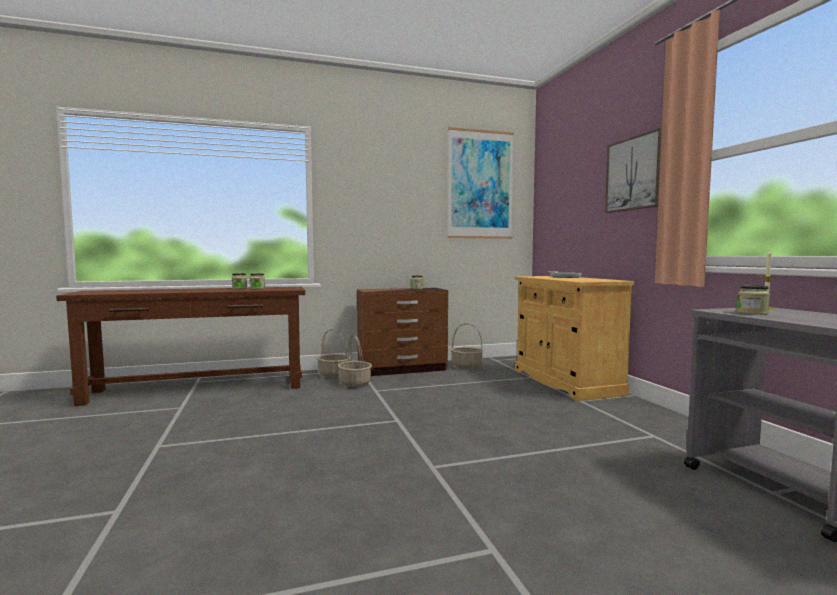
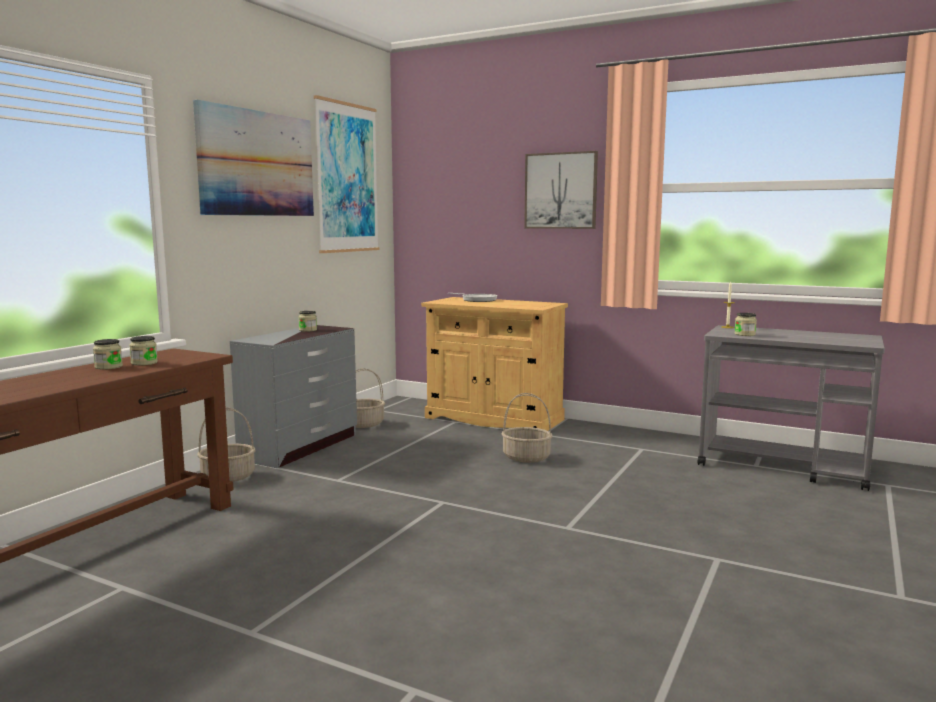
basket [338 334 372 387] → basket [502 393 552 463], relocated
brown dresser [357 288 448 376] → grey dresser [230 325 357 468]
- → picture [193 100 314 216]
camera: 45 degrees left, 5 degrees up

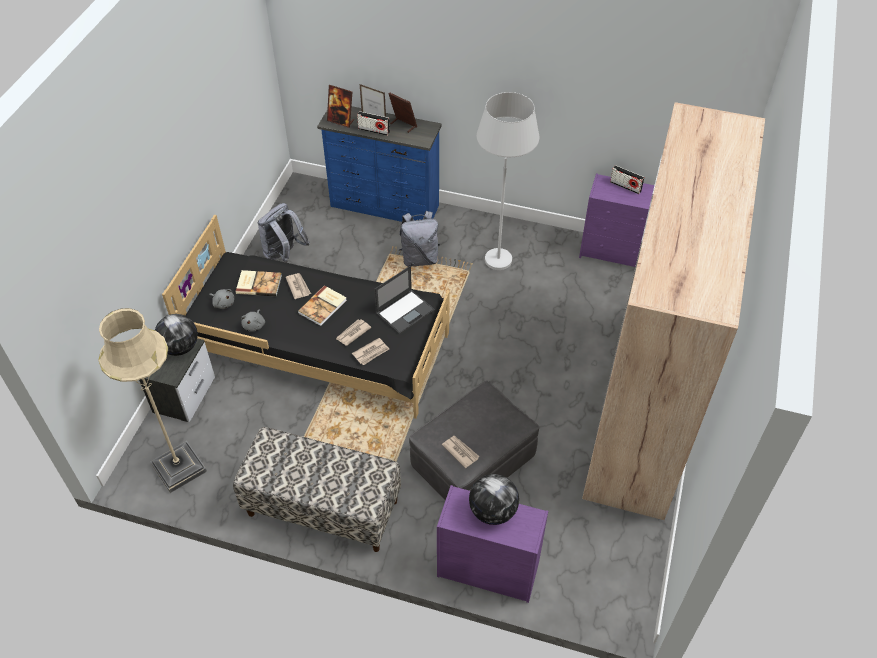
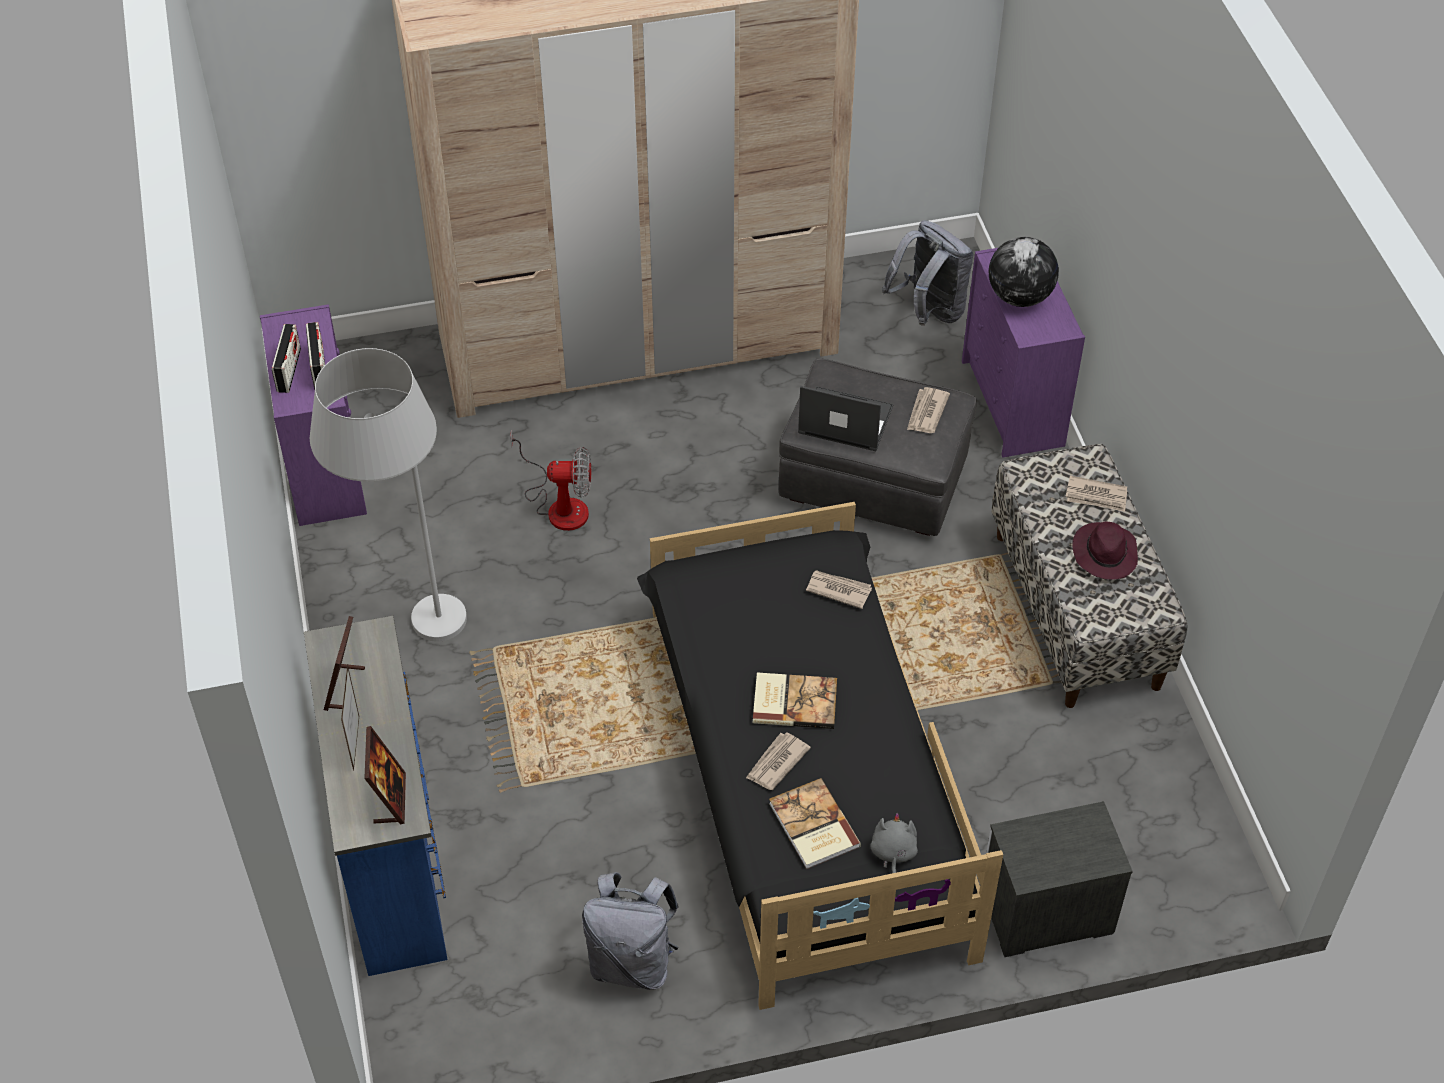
beige floor lamp [98 308 207 493] → -
globe [155 314 198 356] → -
grey plush toy [241 309 265 332] → -
newspaper [336 319 371 346] → newspaper [1065 476 1127 512], relocated
radio [357 111 390 136] → radio [306 322 325 389], relocated
laptop [374 266 435 334] → laptop [798 386 893 451], relocated
grey backpack [399 211 440 267] → grey backpack [882 220 974 326], relocated
- → fan [510 430 591 531]
- → purple hat [1072 521 1138 580]
camera: 120 degrees left, 0 degrees up

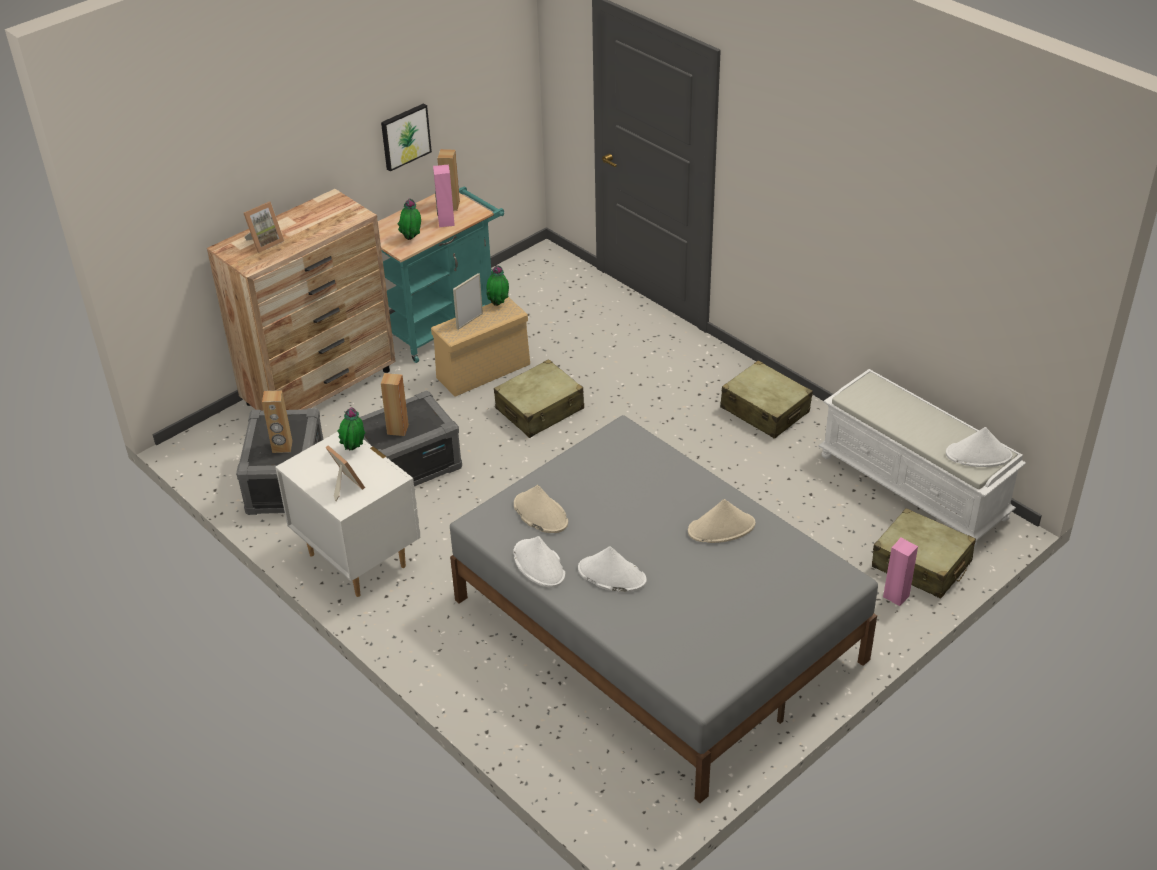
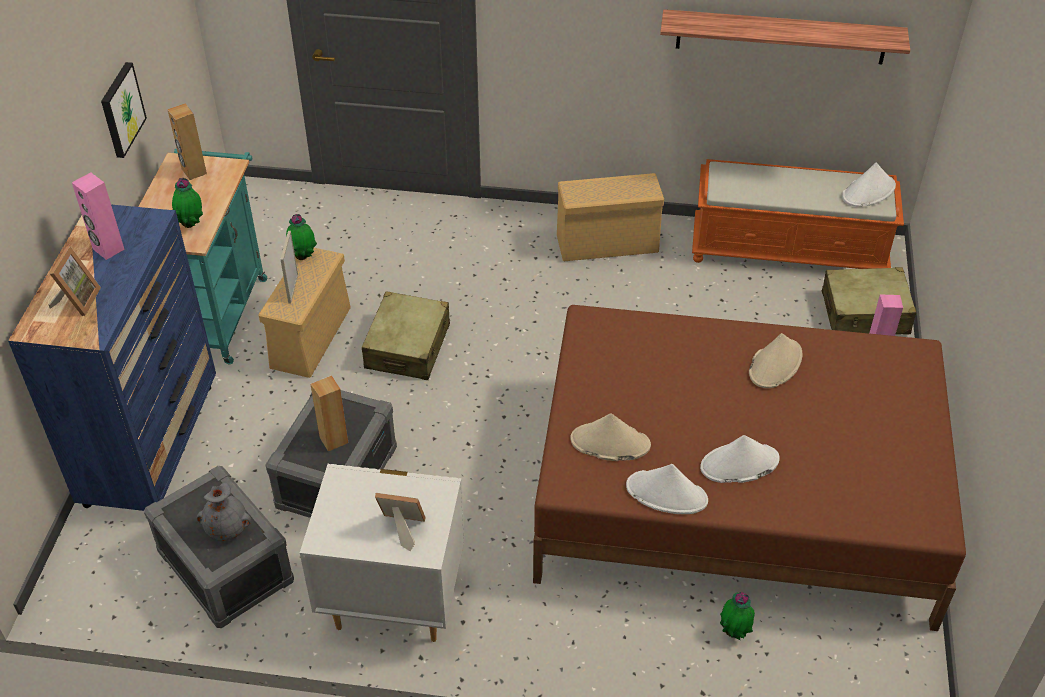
brown dresser [207 189 396 411] → blue dresser [8 204 216 511]
brown speaker [262 390 293 453] → grey vase [197 482 251 541]
potted plant [337 408 366 450] → potted plant [720 592 755 641], relocated
pink speaker [433 165 455 227] → pink speaker [72 172 125 260], relocated
grey bed [450 415 878 803] → brown bed [533 305 966 631]
beige suitcase [720 360 813 439] → beige storage box [557 173 664 261]
white bench [818 369 1026 548] → orange bench [692 159 904 269]
- → shelf [660 9 910 64]
camera: 40 degrees left, 5 degrees up

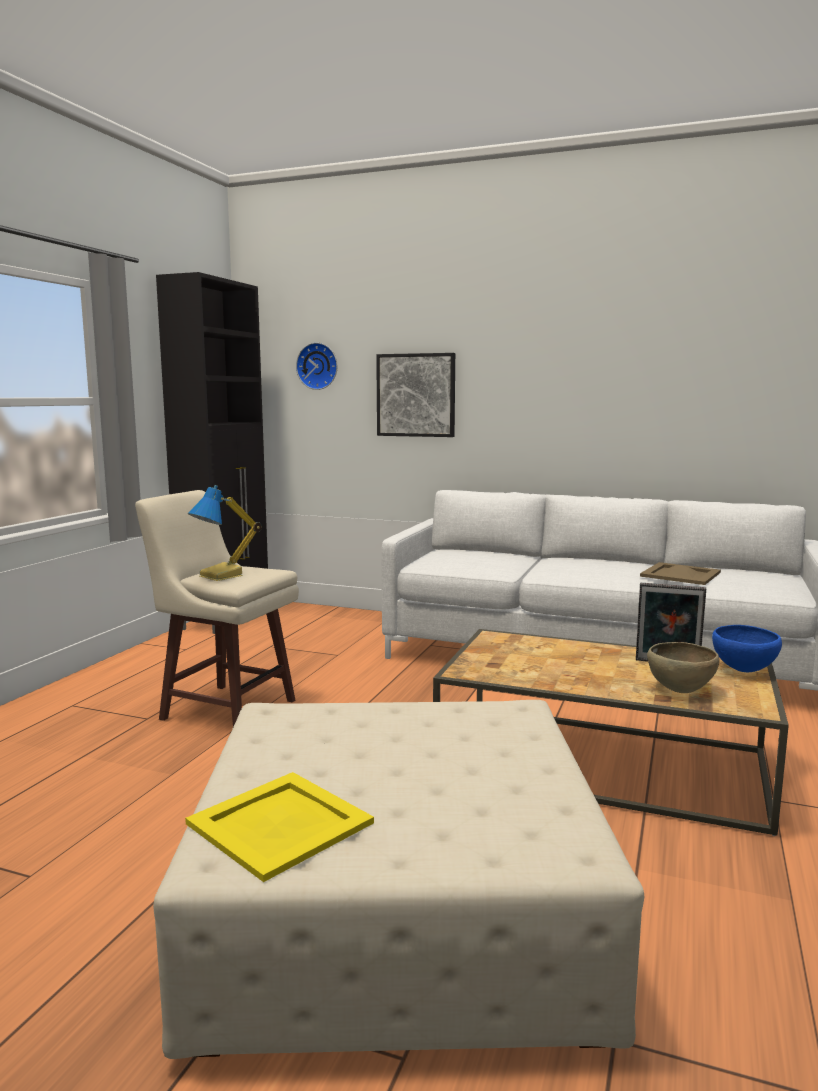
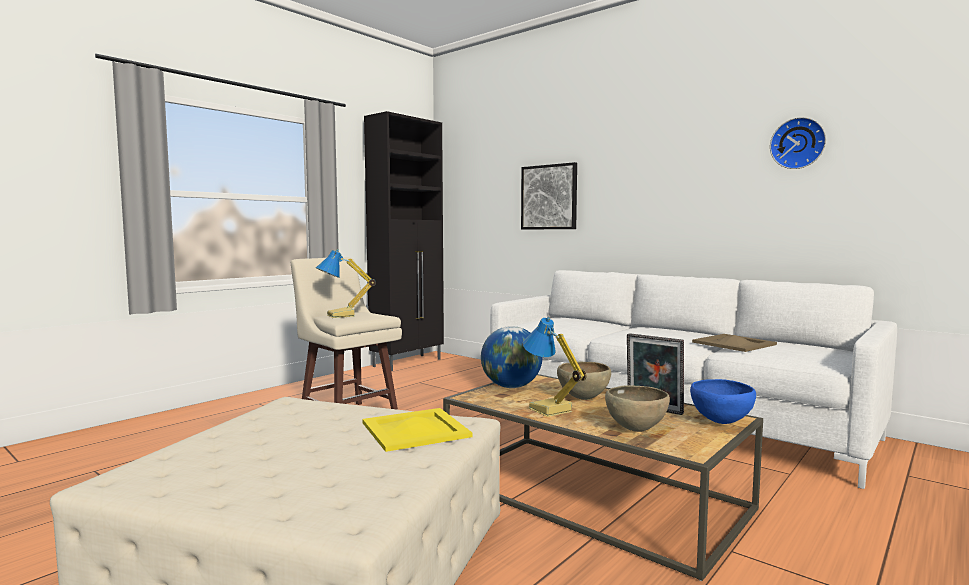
yellow tray [185 772 374 882] → yellow tray [362 408 473 452], relocated
wall clock [296 342 337 390] → wall clock [770 117 826 169], relocated
- → globe [481 326 543 388]
- → table lamp [523 317 587 417]
- → brown bowl [557 362 611 400]
camera: 20 degrees right, 5 degrees down

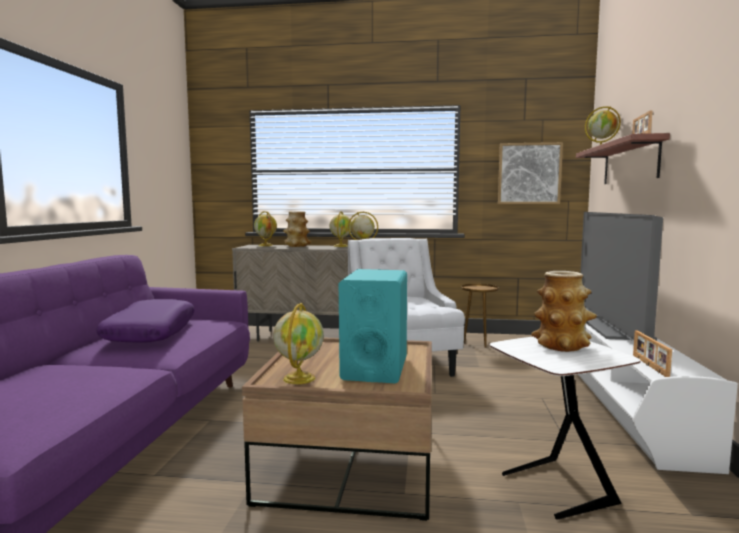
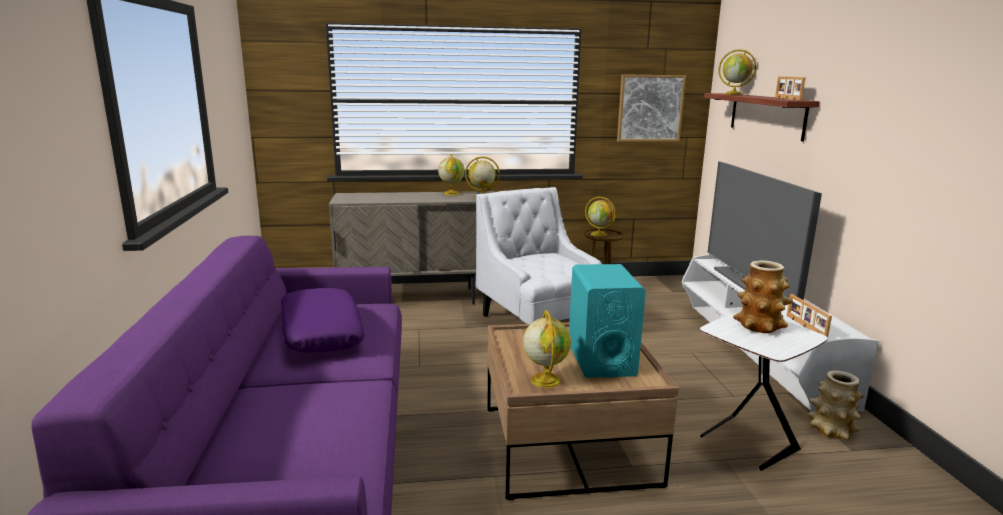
globe [254 211 277 246] → globe [585 197 616 237], relocated
vase [283 211 311 247] → vase [808 370 864 440], relocated
camera: 15 degrees left, 10 degrees up

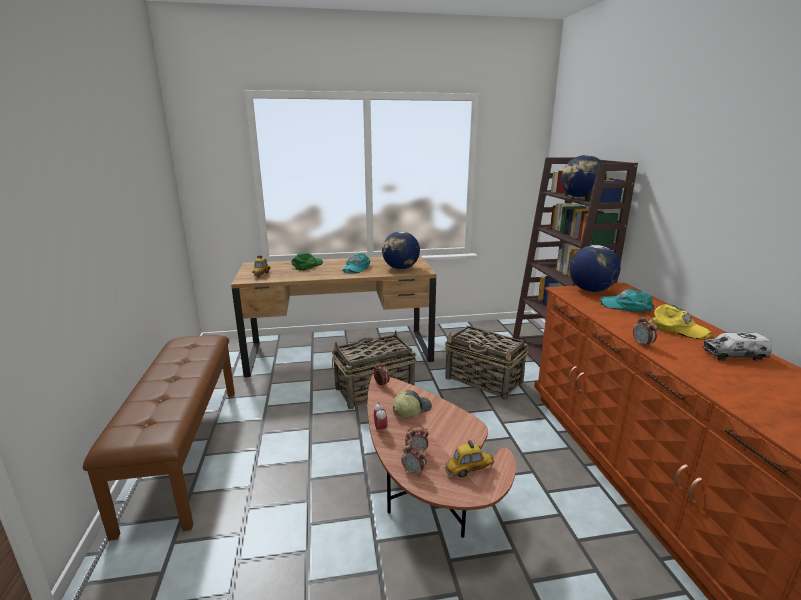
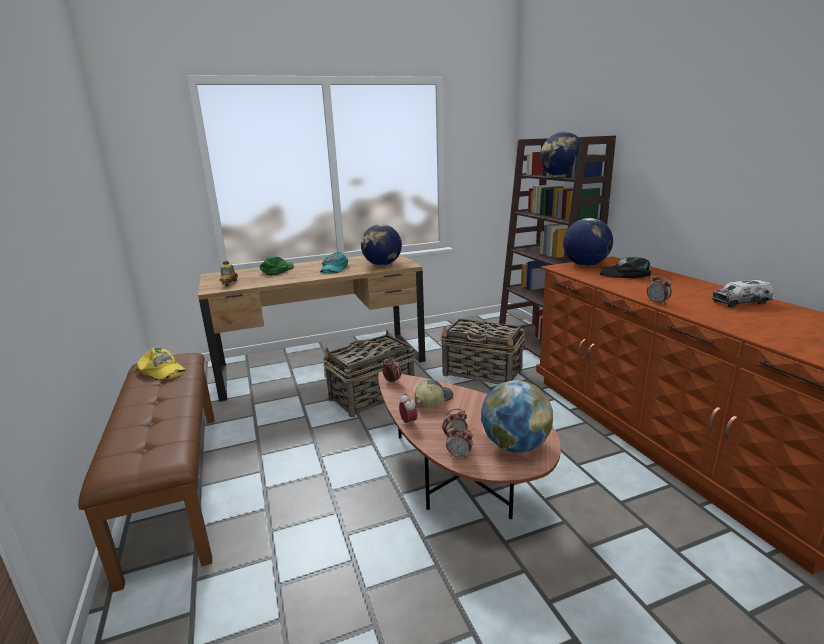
toy car [444 440 494 478] → globe [481 380 553 453]
turquoise cap [600 289 654 312] → black cap [600 257 651 278]
yellow cap [648 304 711 339] → yellow cap [133 348 185 380], relocated
camera: 10 degrees left, 0 degrees up

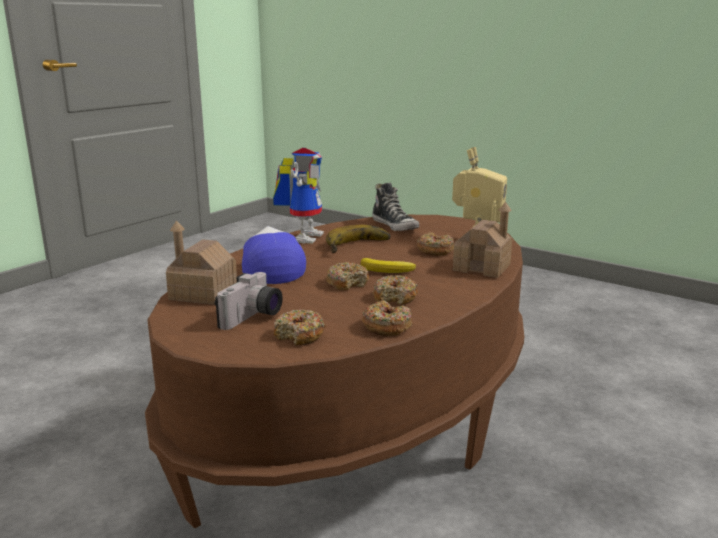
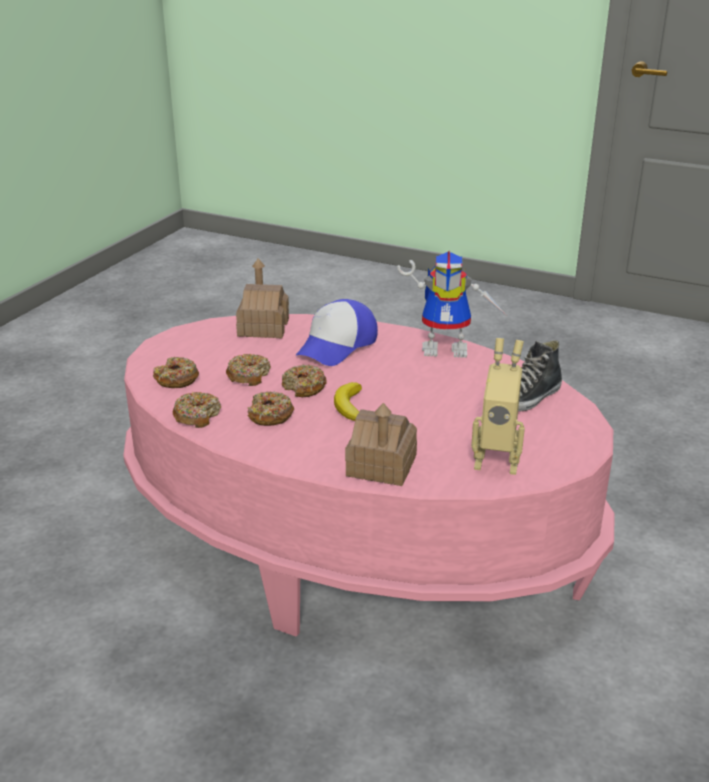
brown coffee table [145 215 524 528] → pink coffee table [123 314 615 637]
photo camera [215 272 283 330] → -
cap [242 226 306 284] → cap [295 299 378 366], 150 degrees clockwise
banana [326 225 391 253] → -
donut [417 232 454 256] → donut [226 354 271 386], relocated
camera: 80 degrees right, 10 degrees up

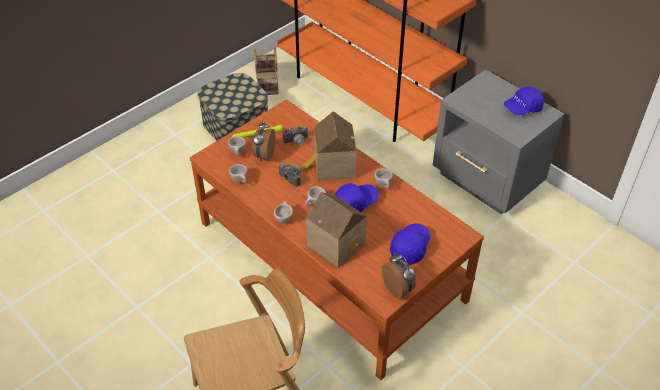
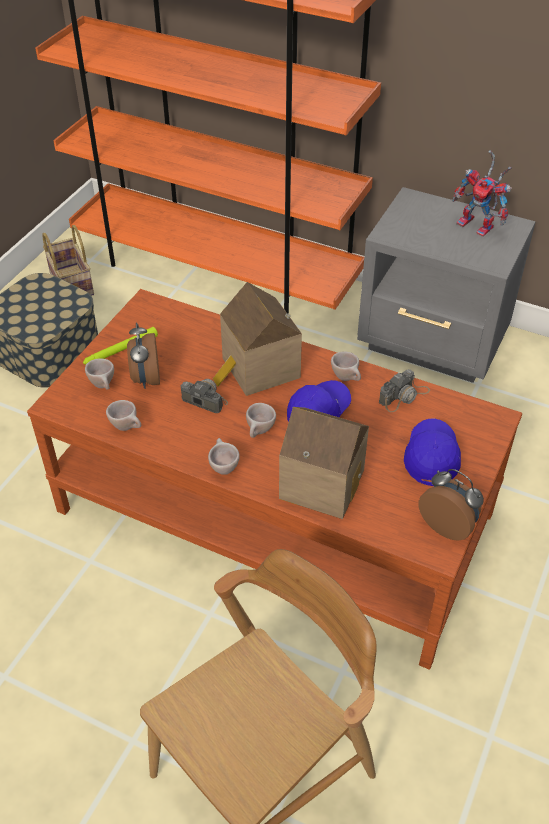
photo camera [283 126 314 148] → photo camera [379 369 430 412], relocated
blue cap [504 87 544 115] → toy robot [452 150 512 237]
camera: 20 degrees left, 0 degrees up

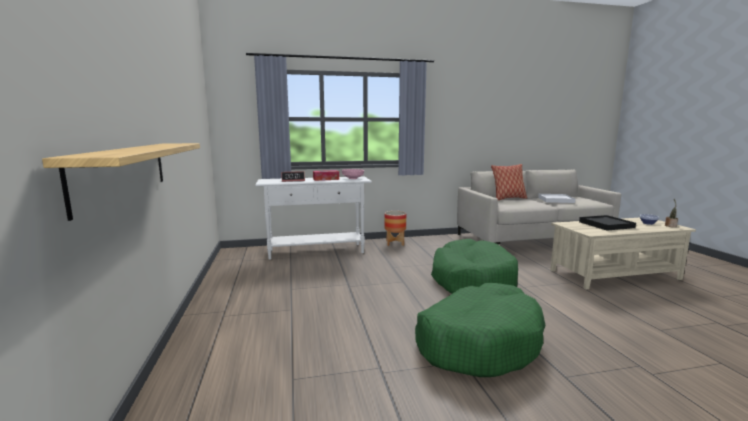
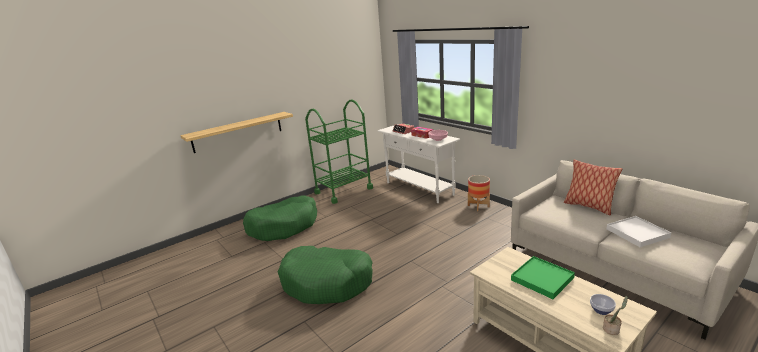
green dog bed [431 239 518 294] → green dog bed [243 196 317 241], relocated
black tray [579 215 636 231] → green tray [511 256 575 299]
- → green cart [305 100 373 204]
camera: 65 degrees right, 10 degrees up

